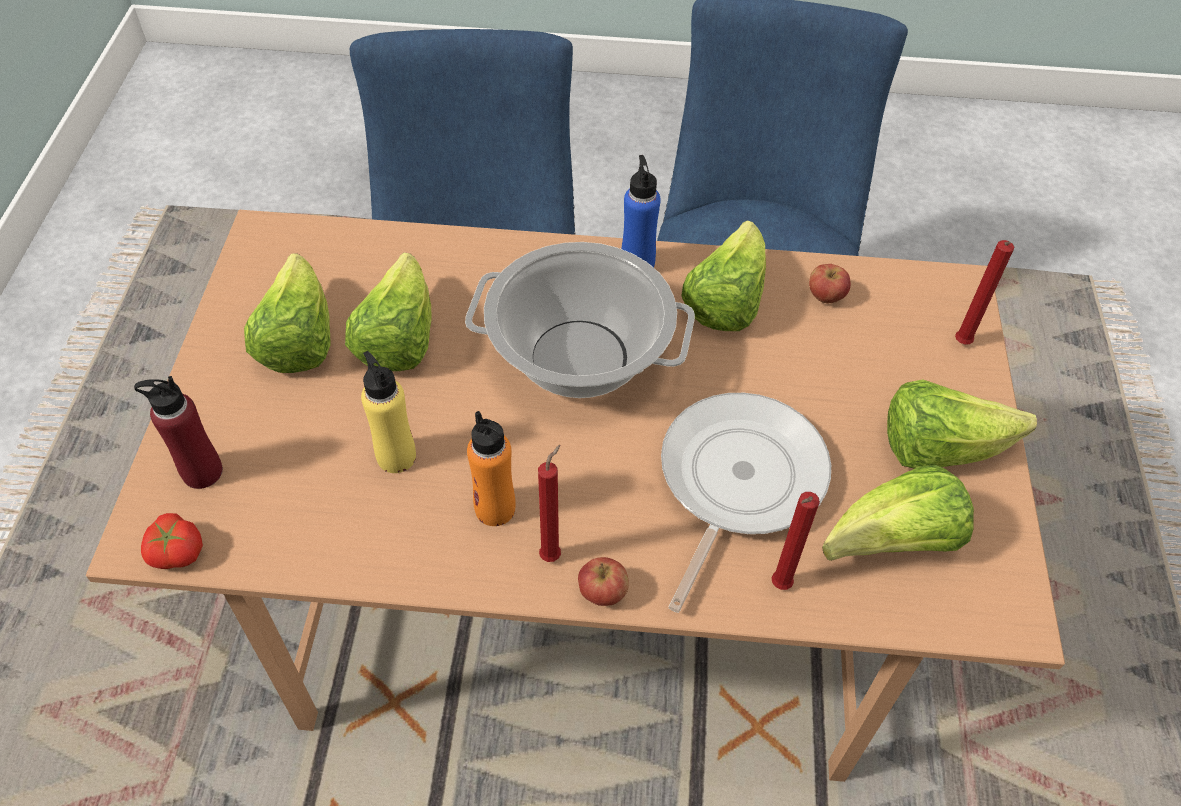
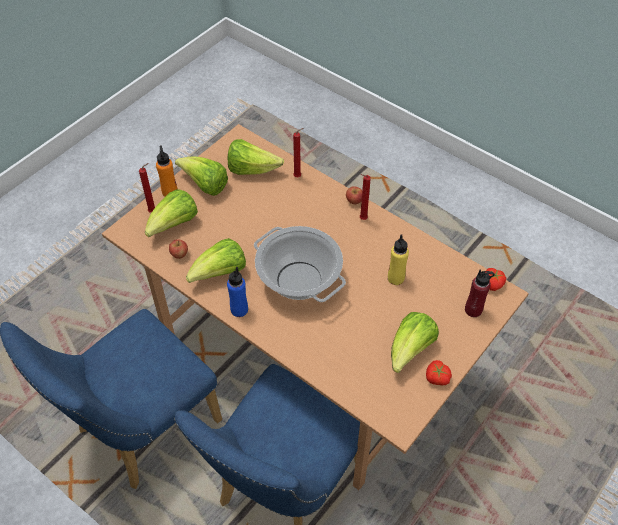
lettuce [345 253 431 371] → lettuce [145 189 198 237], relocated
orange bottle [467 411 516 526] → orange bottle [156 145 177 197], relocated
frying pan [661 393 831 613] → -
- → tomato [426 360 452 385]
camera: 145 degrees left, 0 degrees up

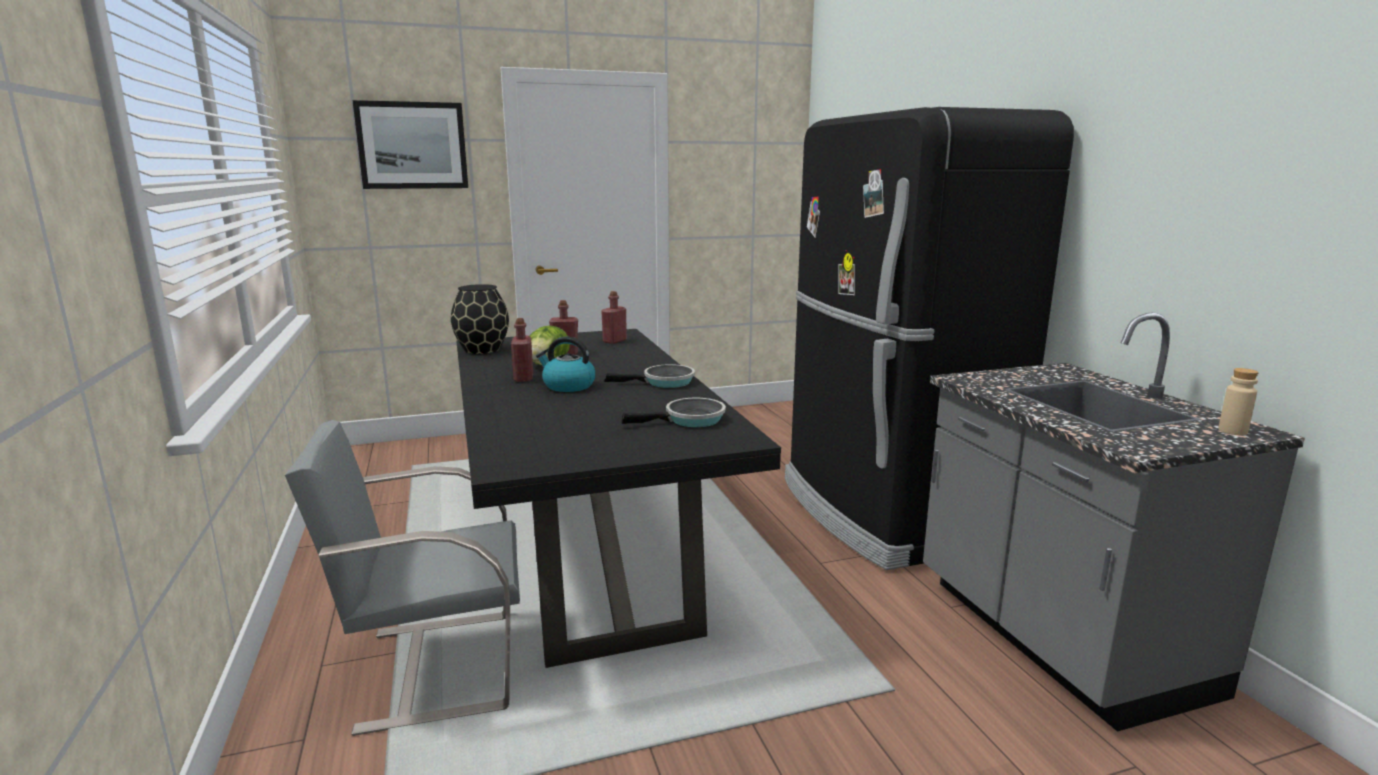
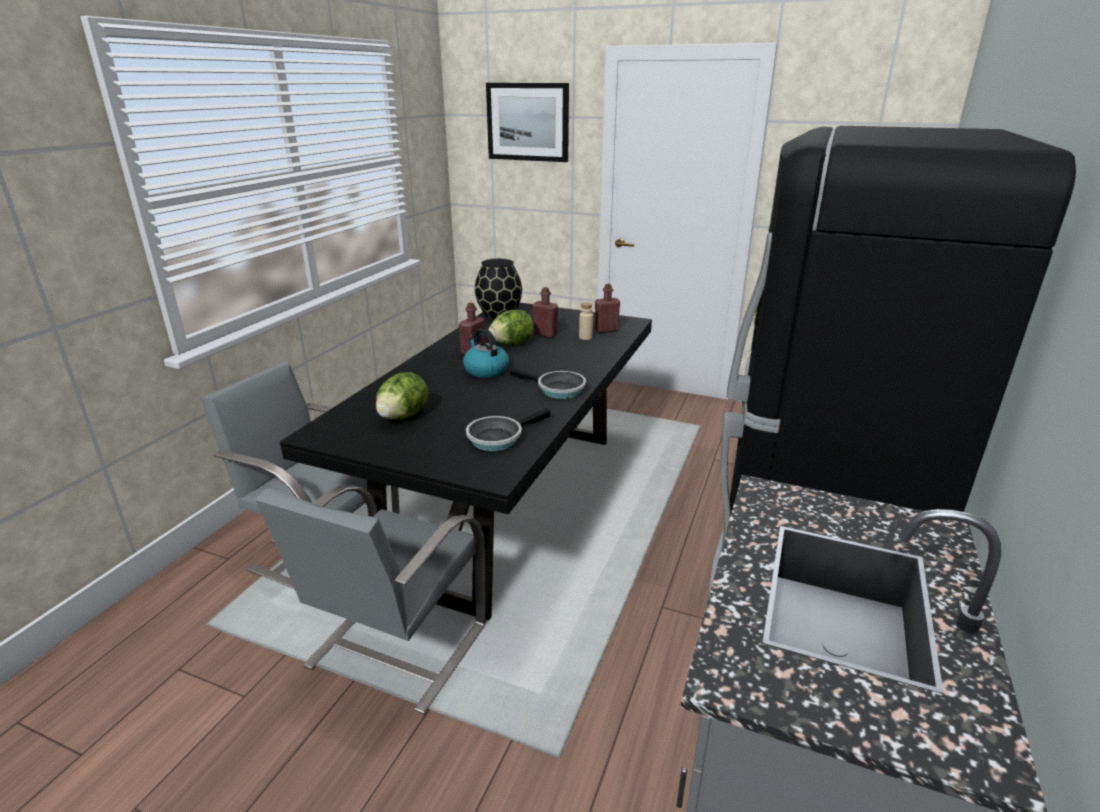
frying pan [622 398 726 427] → frying pan [466 408 550 451], 120 degrees clockwise
beige bottle [1218 368 1259 435] → beige bottle [579 302 593 340], relocated
- → grey chair [255 485 486 714]
- → lettuce [376 372 429 419]
camera: 40 degrees right, 10 degrees up

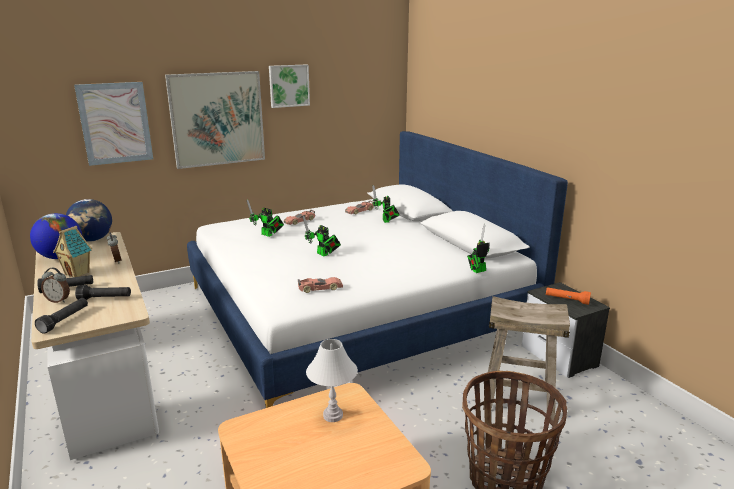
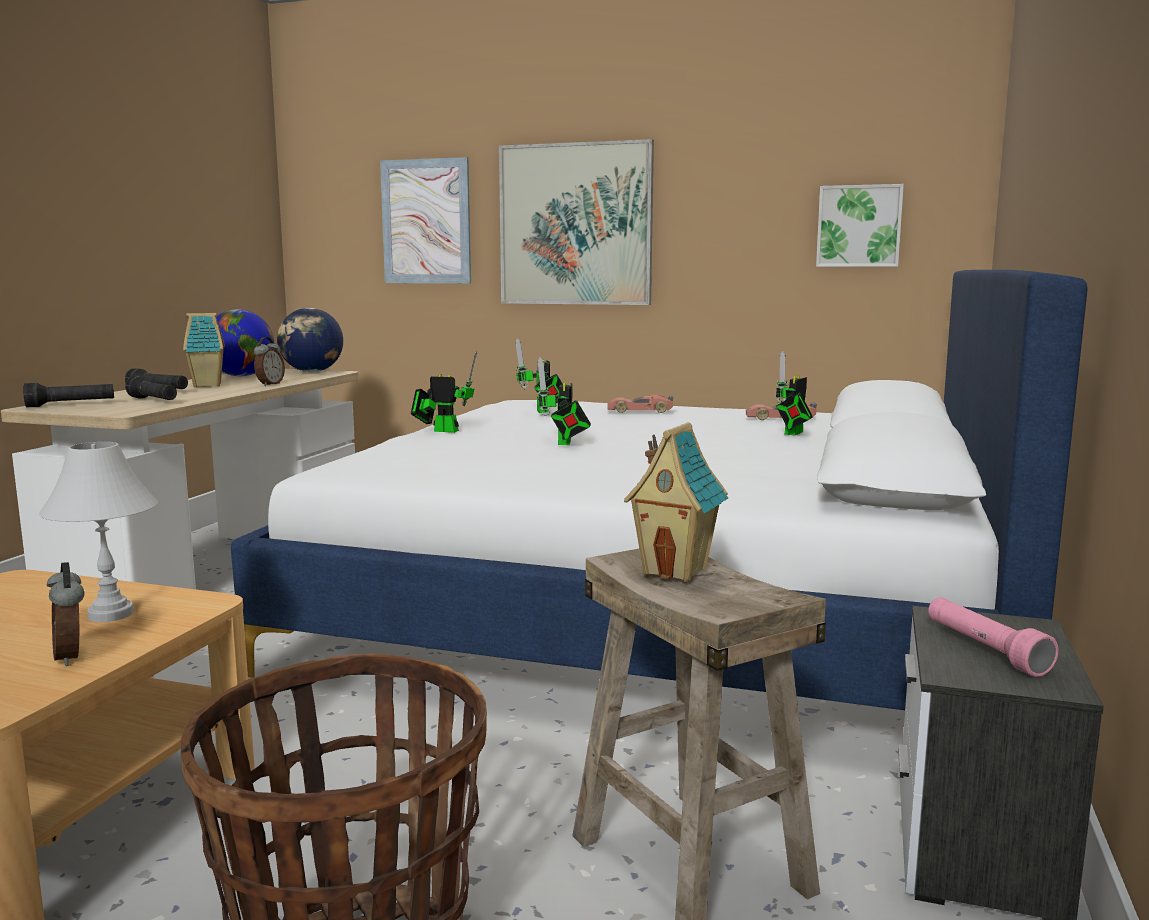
alarm clock [41 267 70 303] → alarm clock [47 562 84 666], relocated
picture [269 64 310 108] → picture [816 184 904 267], relocated
toy car [297 277 343 293] → -
toy robot [467 224 490 273] → toy robot [411 351 477 433], relocated
orange flashlight [546 287 591 305] → pink flashlight [928 597 1058 677]
- → toy house [624 422 728 581]
camera: 45 degrees right, 10 degrees down

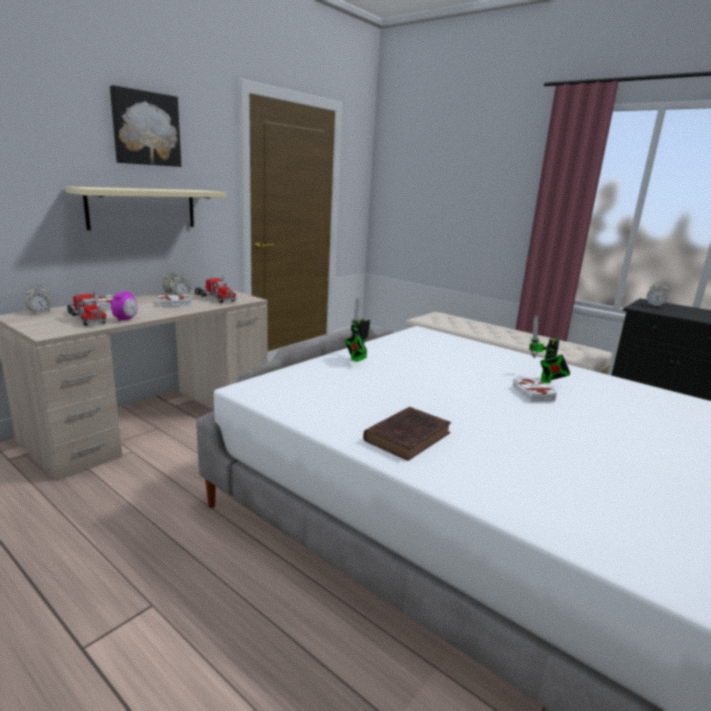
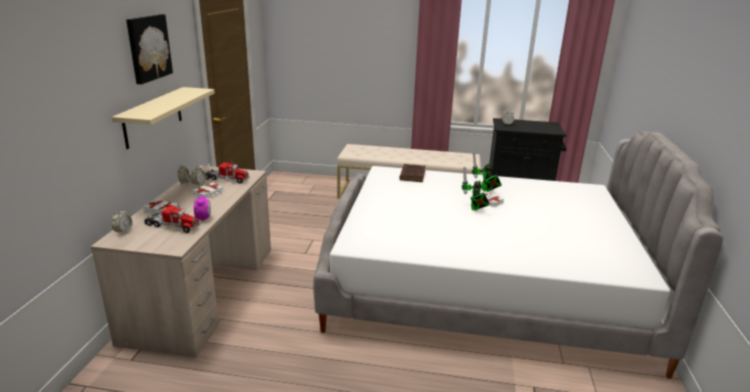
toy robot [345 298 370 362] → toy robot [462 166 489 211], relocated
brown book [363 407 451 461] → brown book [399 164 425 182], relocated
camera: 30 degrees left, 5 degrees up

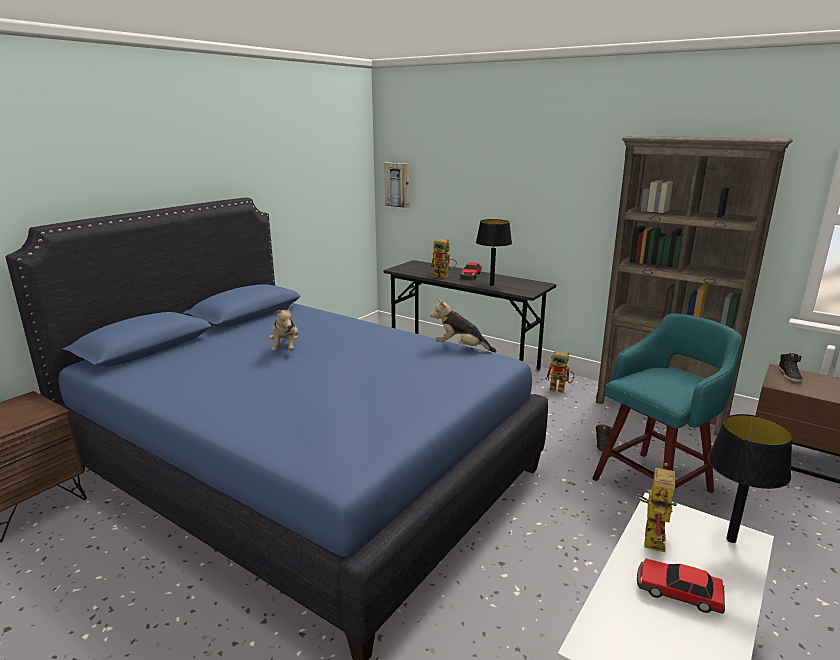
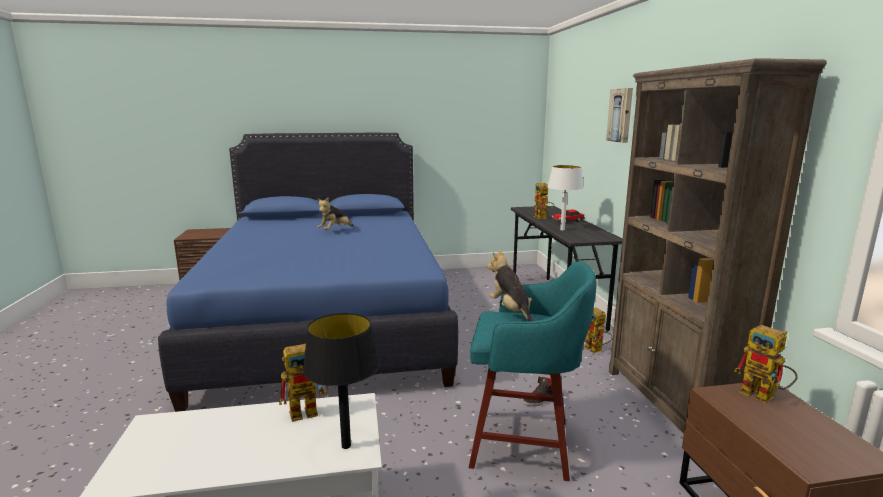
picture [384 163 409 208] → picture [606 88 633 143], relocated
plush toy [430 298 497 353] → plush toy [487 250 536 321], relocated
black table lamp [476 219 512 286] → white table lamp [547 165 584 230]
toy car [637 558 725 614] → -
black shoe [778 353 803 382] → toy robot [734 325 798 404]
camera: 45 degrees right, 5 degrees down

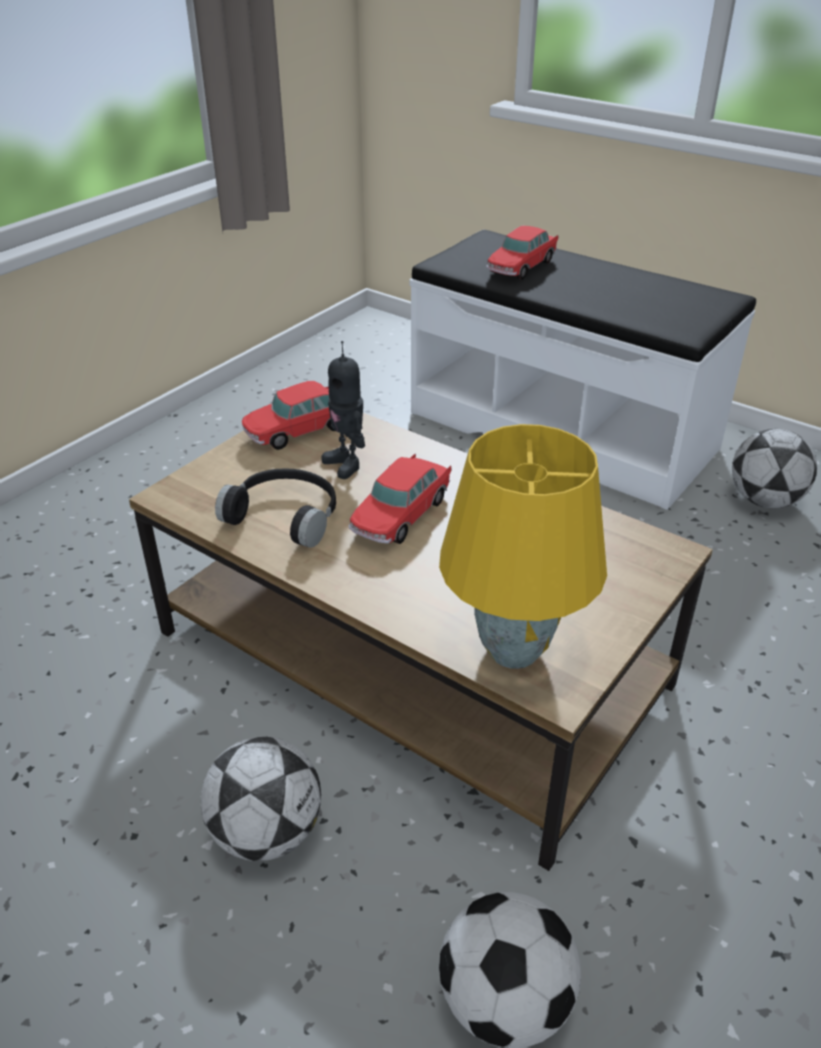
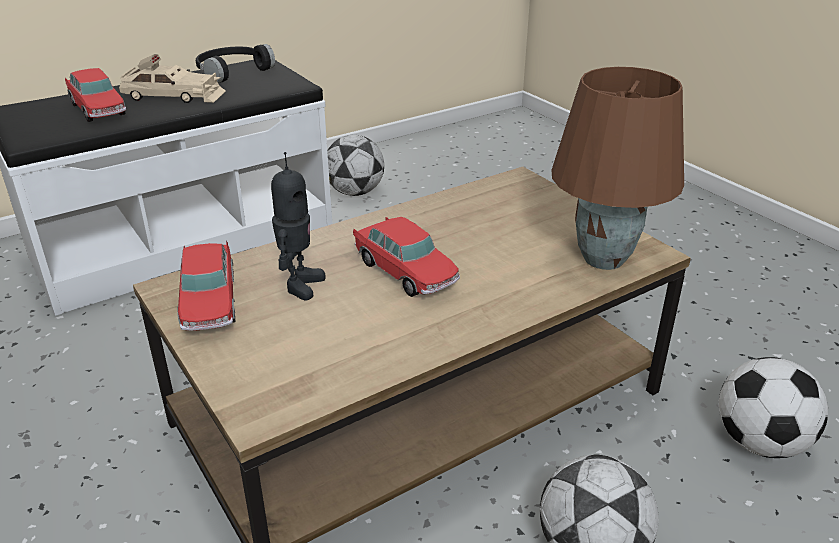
black headphones [215 469 336 548] → black headphones [196 44 275 83], relocated
toy robot [321 341 365 479] → toy robot [271 152 326 301], 60 degrees counterclockwise
yellow table lamp [439 424 607 669] → brown table lamp [551 67 684 270]
- → beige toy car [119 54 226 103]
camera: 70 degrees left, 5 degrees down

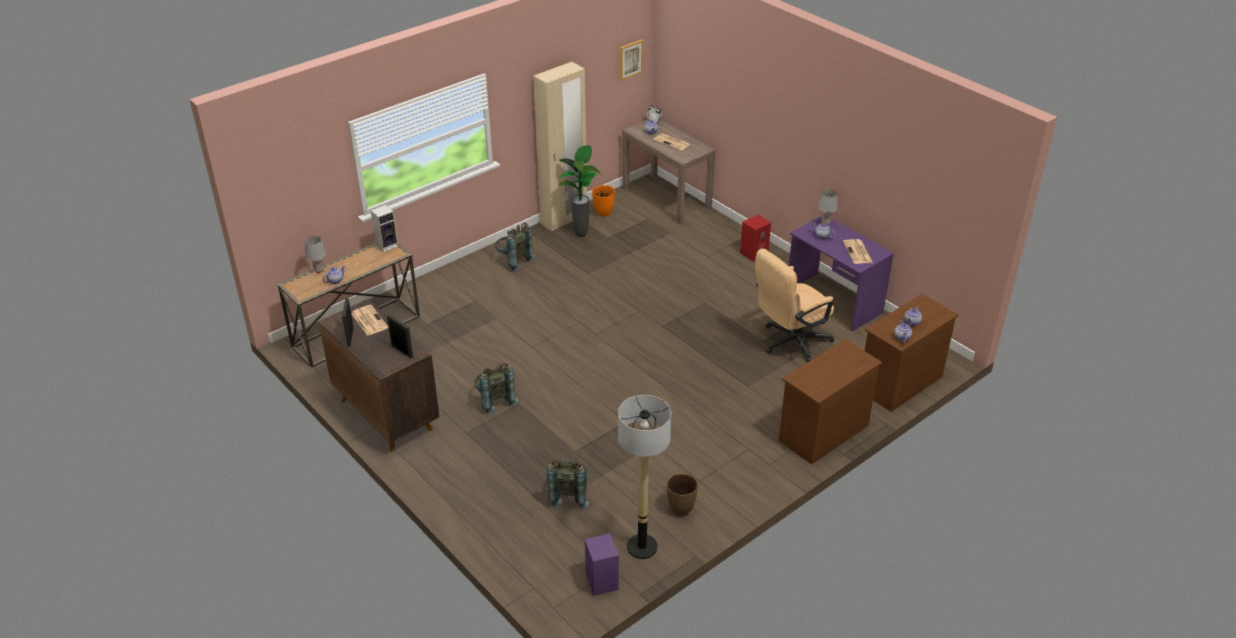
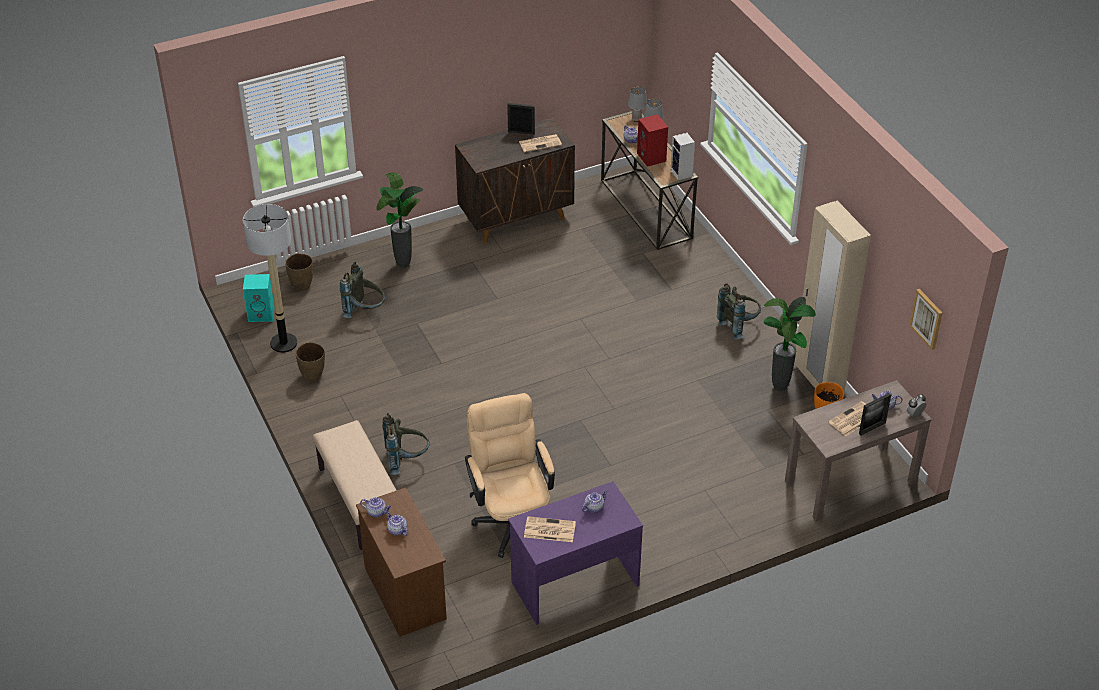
picture frame [387 314 413 358] → picture frame [859 393 891 436], relocated
grey backpack [475 363 518 414] → grey backpack [382 413 430 475], relocated
purple speaker [585 533 619 596] → turquoise speaker [243 274 274 322]
red speaker [740 215 771 261] → red speaker [637 114 668 167], relocated
brown dresser [779 339 882 464] → beige bench [313 420 397 550]
grey table lamp [818 190 837 224] → grey table lamp [628 86 647 122], relocated
- → brown vase [285 253 313 291]
- → potted plant [376 172 423 267]
camera: 105 degrees right, 5 degrees up

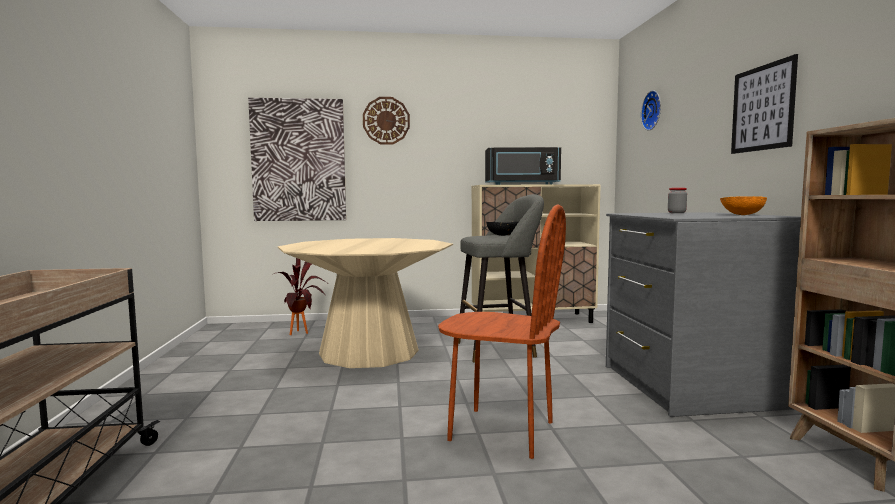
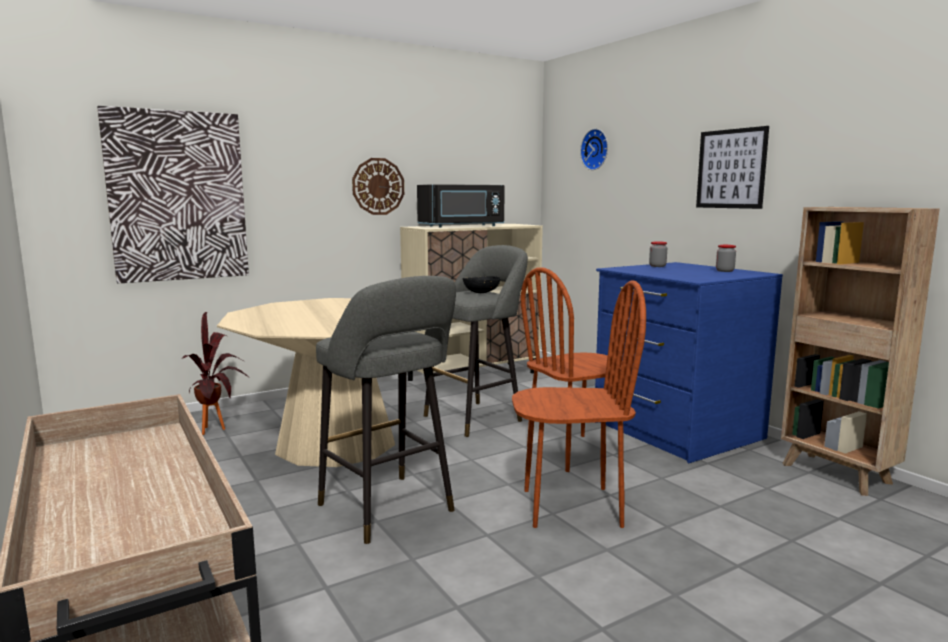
wall clock [363 97 410 145] → wall clock [352 158 404 215], relocated
grey dresser [606 212 801 417] → blue dresser [595 262 783 463]
orange bowl [720 196 767 215] → jar [716 245 736 272]
- → grey stool [316 276 456 544]
- → brown chair [521 267 624 472]
camera: 25 degrees left, 5 degrees up

